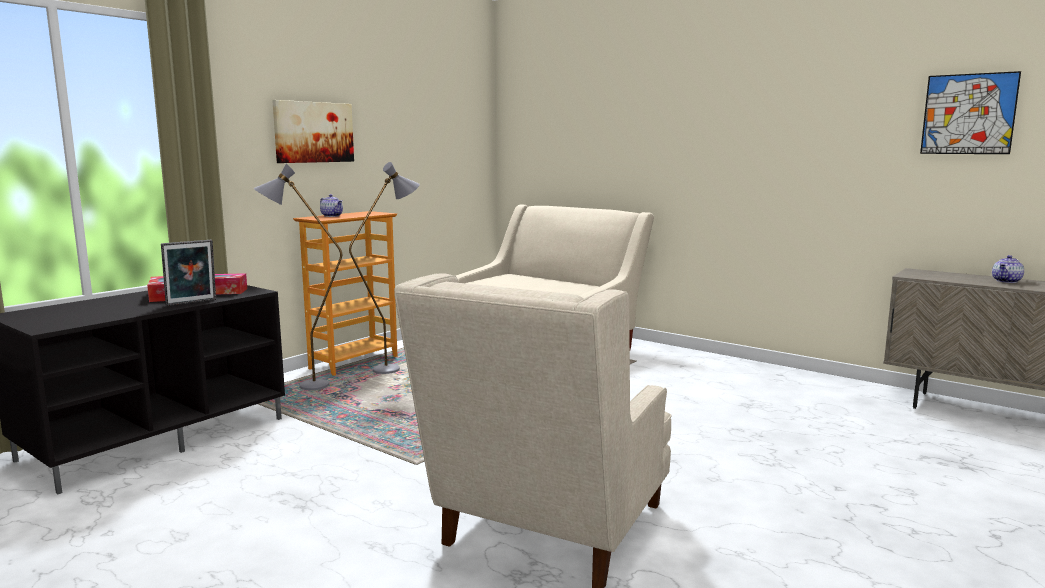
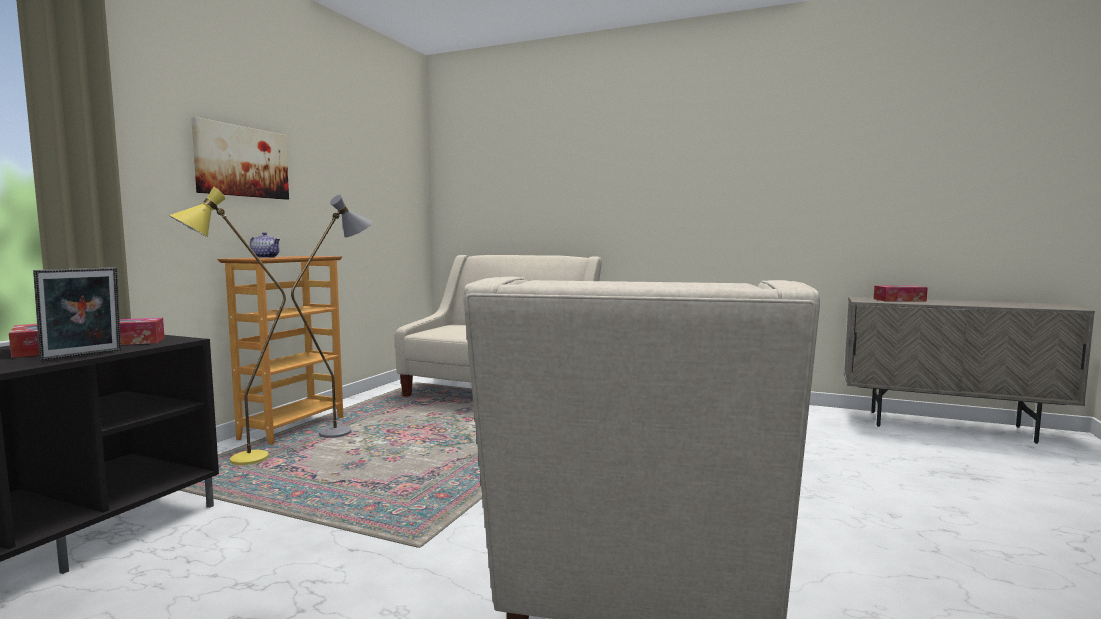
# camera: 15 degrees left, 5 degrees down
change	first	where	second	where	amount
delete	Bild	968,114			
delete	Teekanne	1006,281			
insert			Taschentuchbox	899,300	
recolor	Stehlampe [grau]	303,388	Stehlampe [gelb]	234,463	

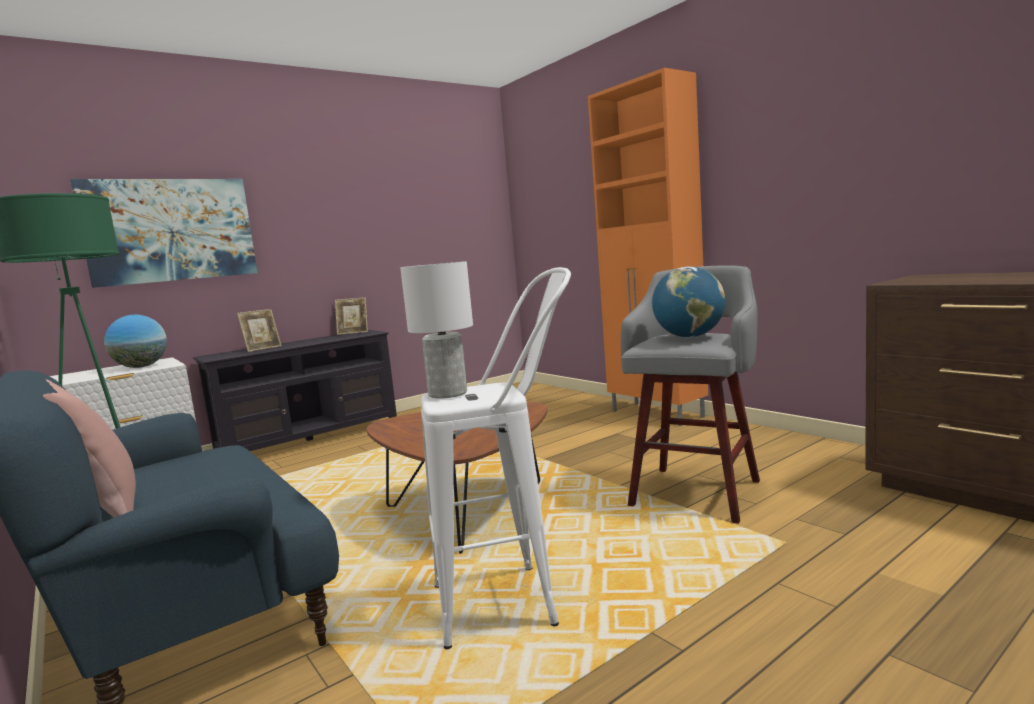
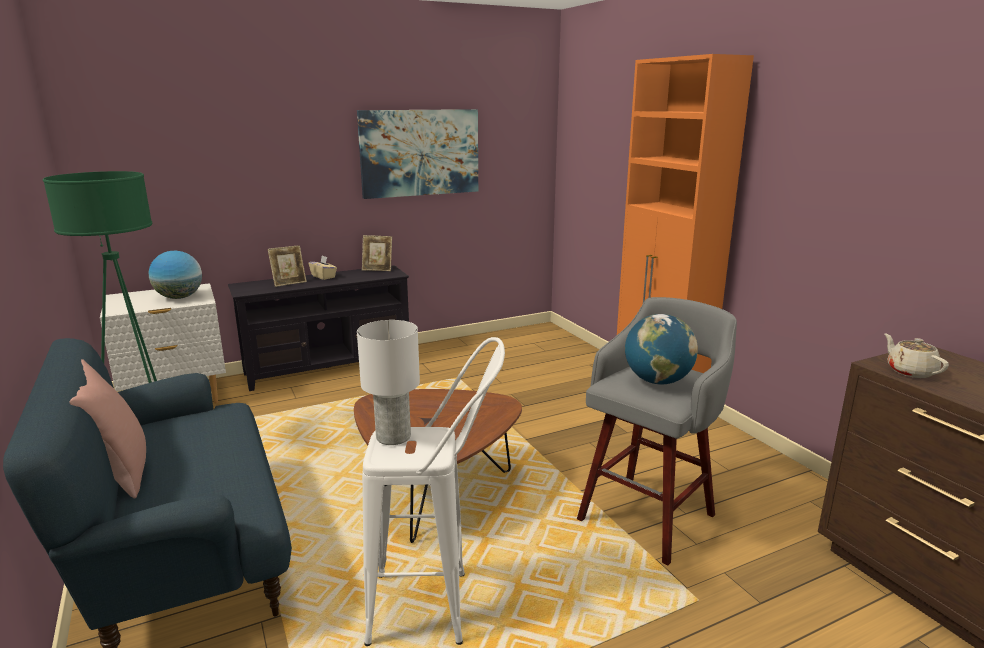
# camera: 10 degrees right, 10 degrees up
change	first	where	second	where	amount
insert			Taschentuchbox [beige]	323,277	
insert			Teekanne [beige]	910,371	
move	Bild	170,230		420,153	

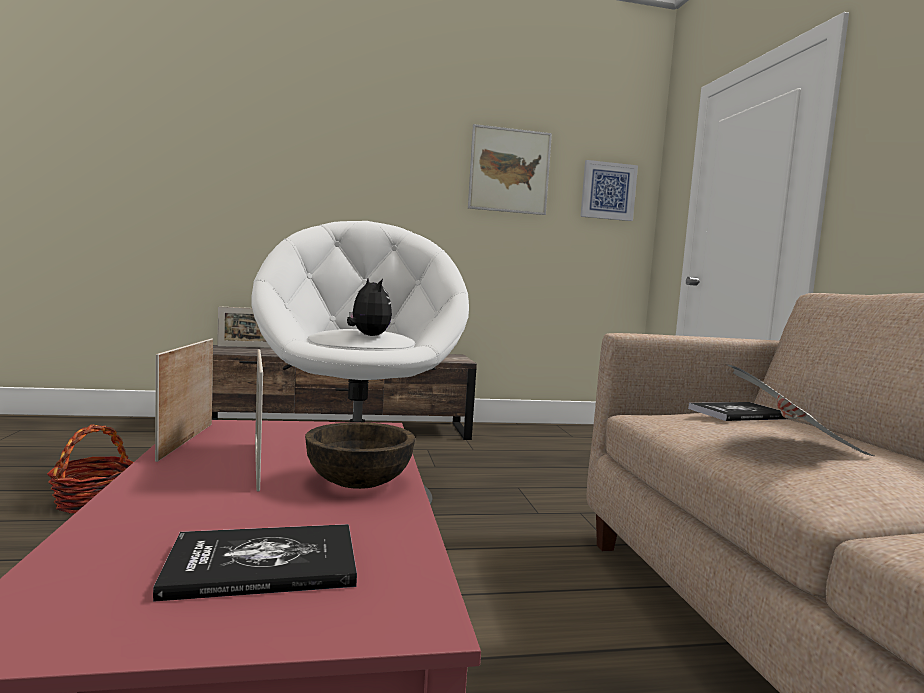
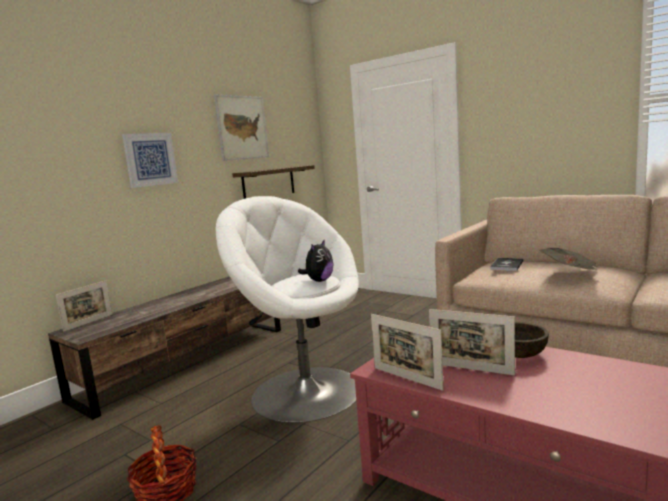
# camera: 40 degrees left, 5 degrees up
change	first	where	second	where	amount
delete	Buch	263,564			
insert			Wandregal	268,183	
move	Bild	608,191		150,159	
rotate	Plüschtier	368,336		319,281	105 degrees clockwise

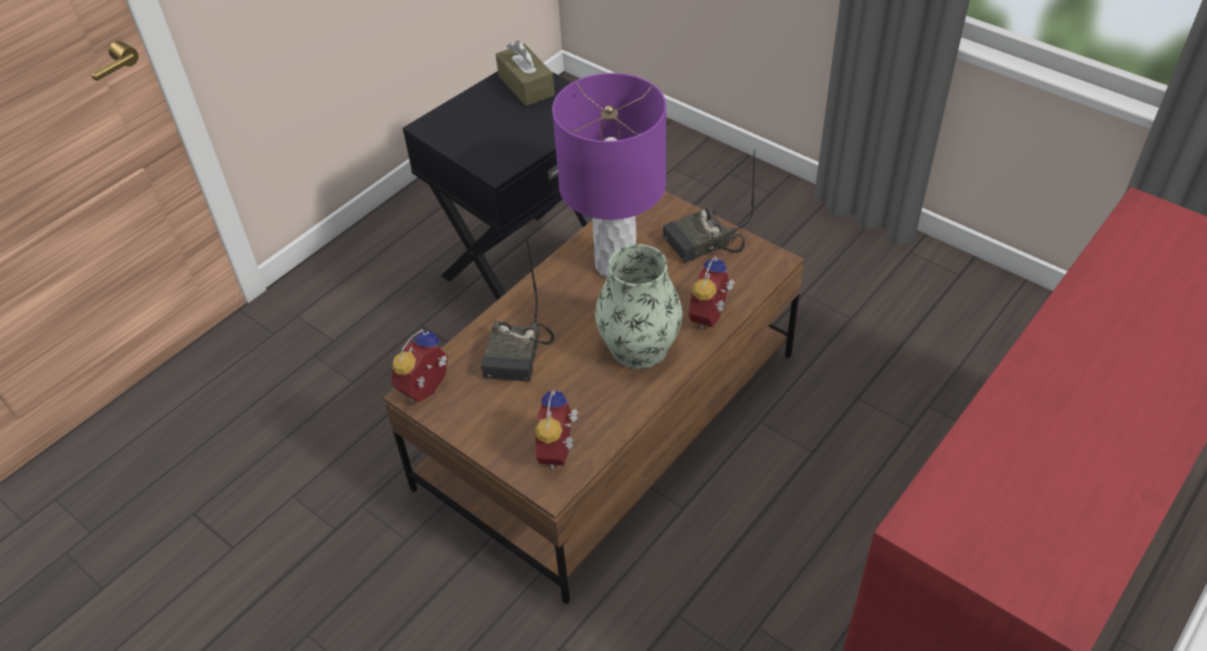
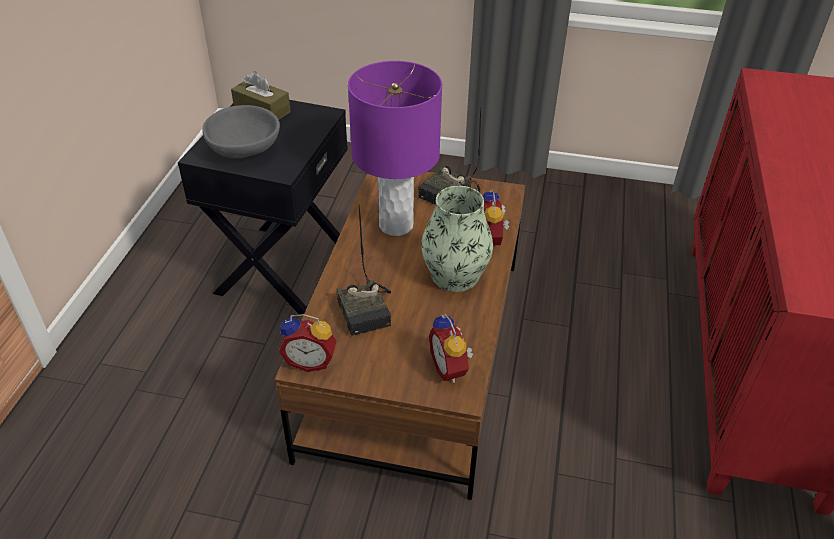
# camera: 30 degrees left, 5 degrees down
change	first	where	second	where	amount
insert			Schüssel [grau]	243,150	
rotate	Wecker	428,390		310,360	90 degrees counterclockwise

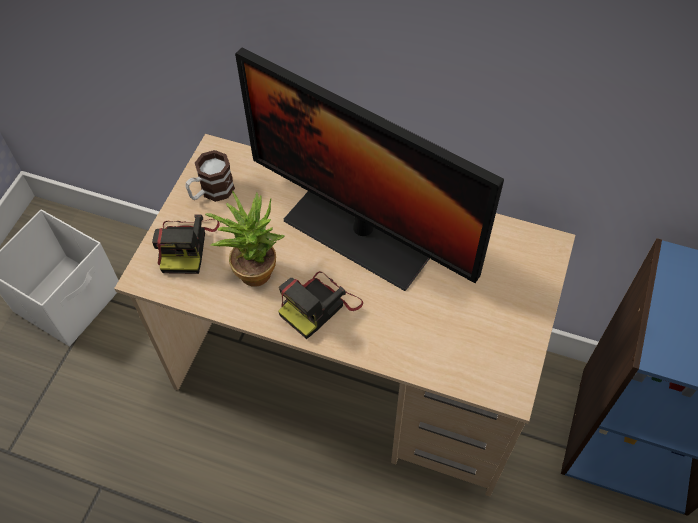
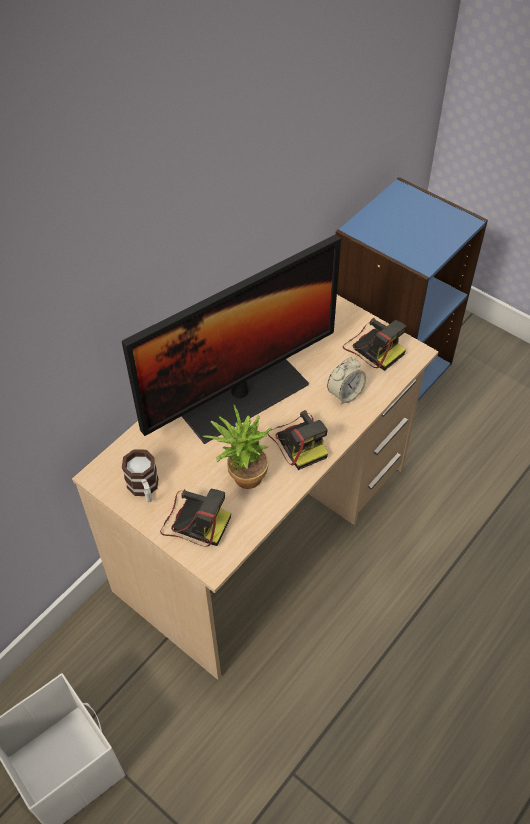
# camera: 70 degrees left, 5 degrees down
change	first	where	second	where	amount
insert			Wecker	345,394	
insert			Kamera	373,348	

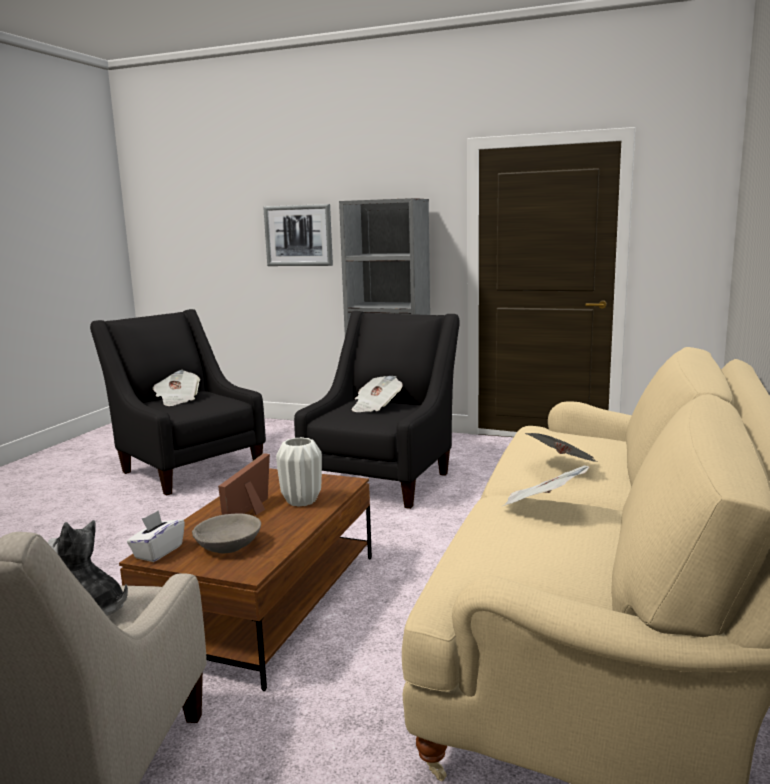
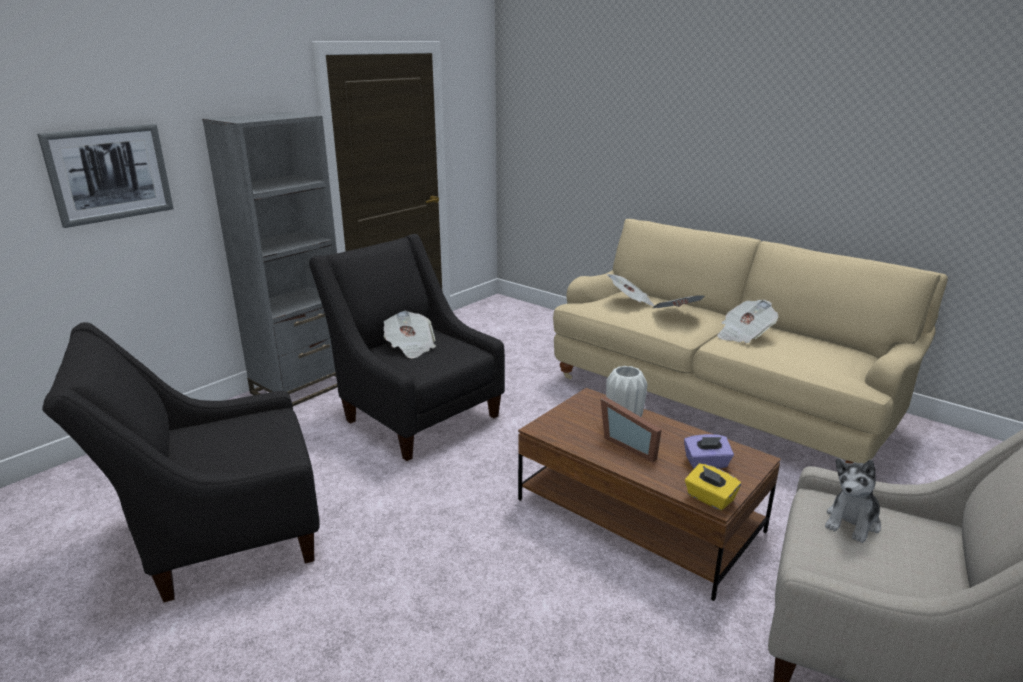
# camera: 70 degrees left, 10 degrees up
change	first	where	second	where	amount
move	Zeitung	177,400		630,302	
replace	Schüssel [grau]	228,545	Taschentuchbox [lila]	706,463	
recolor	Taschentuchbox [weiß]	158,552	Taschentuchbox [gelb]	709,498	

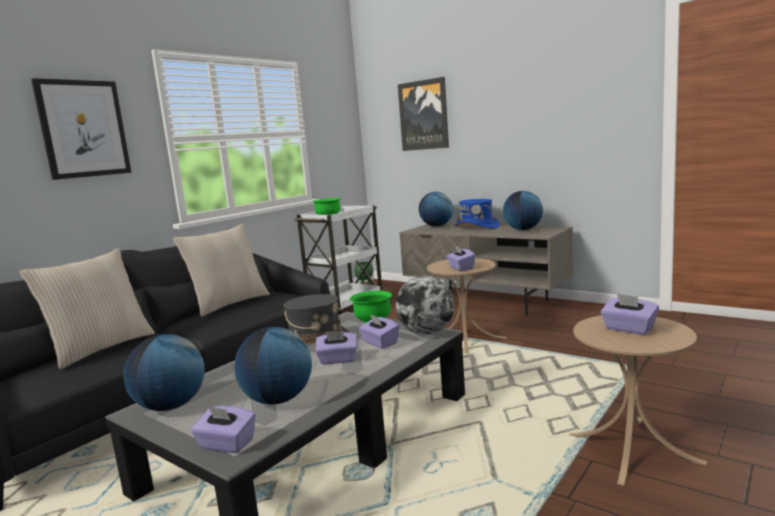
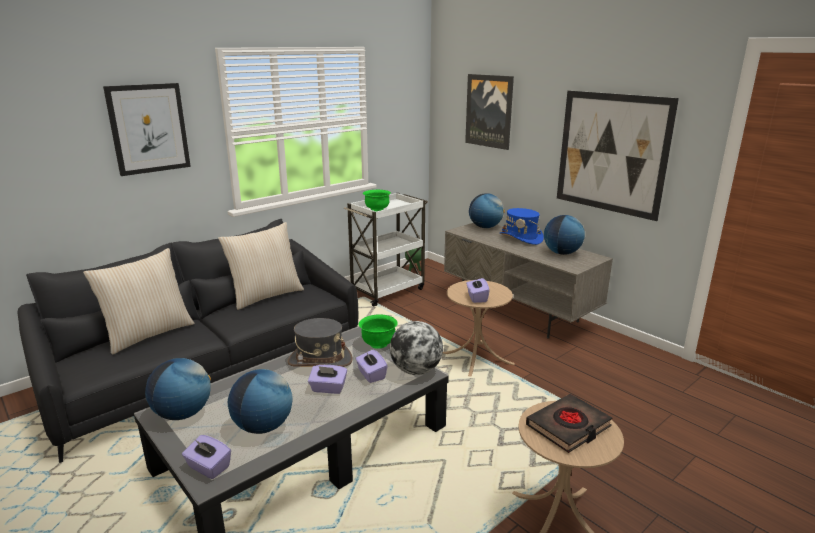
# camera: 10 degrees right, 10 degrees up
change	first	where	second	where	amount
insert			Bild	611,153	
replace	Taschentuchbox [lila]	628,329	Buch [schwarz]	568,427	

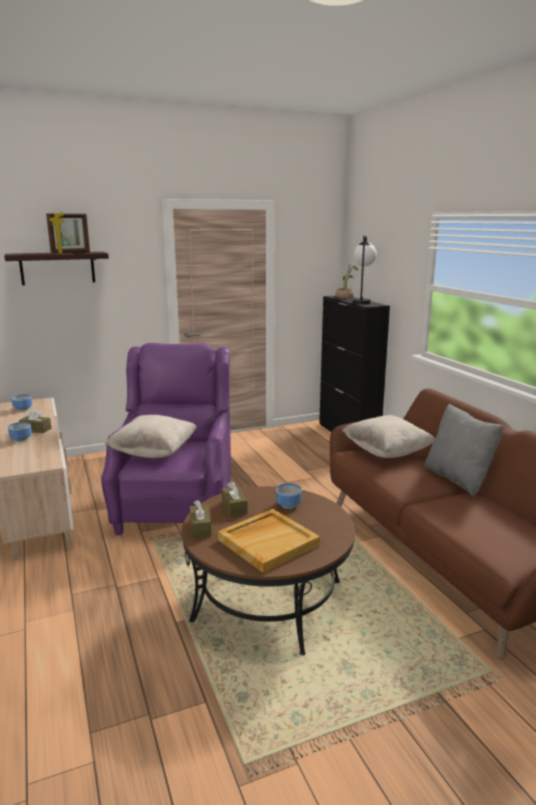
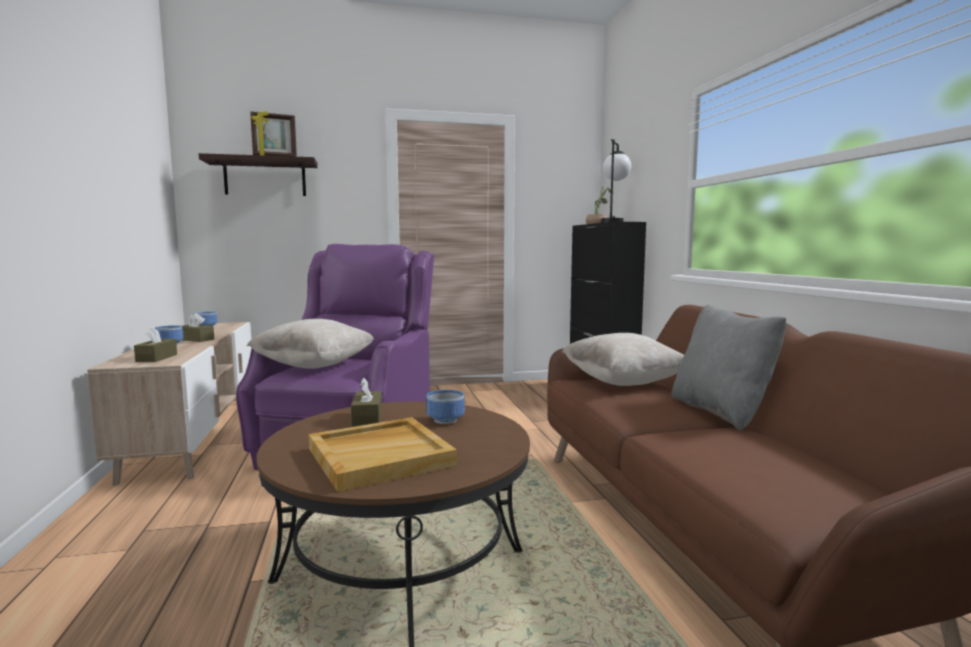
# camera: 10 degrees right, 10 degrees down
change	first	where	second	where	amount
move	Taschentuchbox [braun]	200,527		156,358	

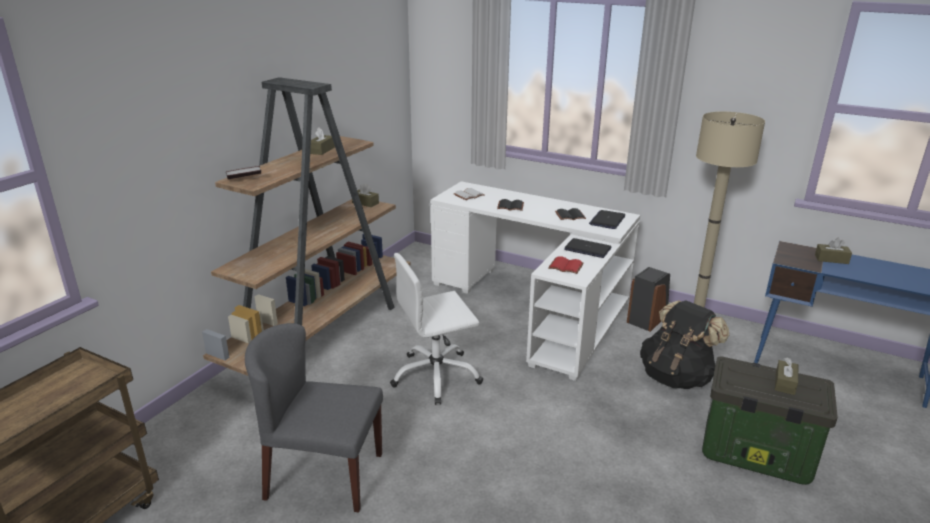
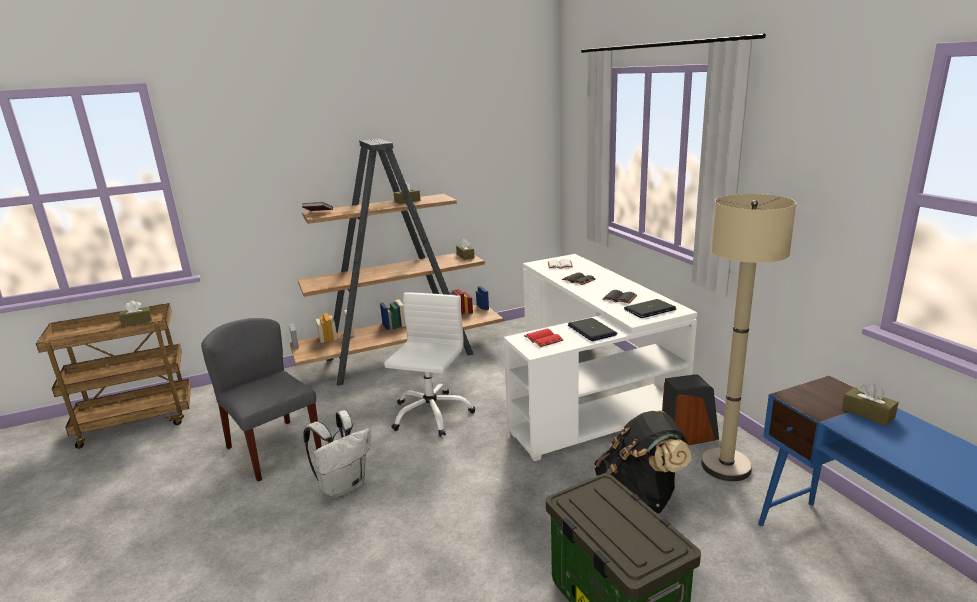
# camera: 40 degrees right, 5 degrees down
change	first	where	second	where	amount
insert			Rucksack [weiß]	343,485	
move	Taschentuchbox [braun]	785,383		137,321	
rotate	Bürostuhl [weiß]	436,376		431,414	90 degrees clockwise

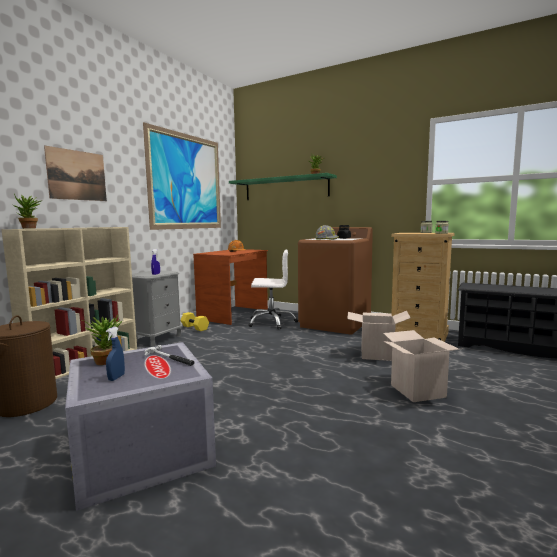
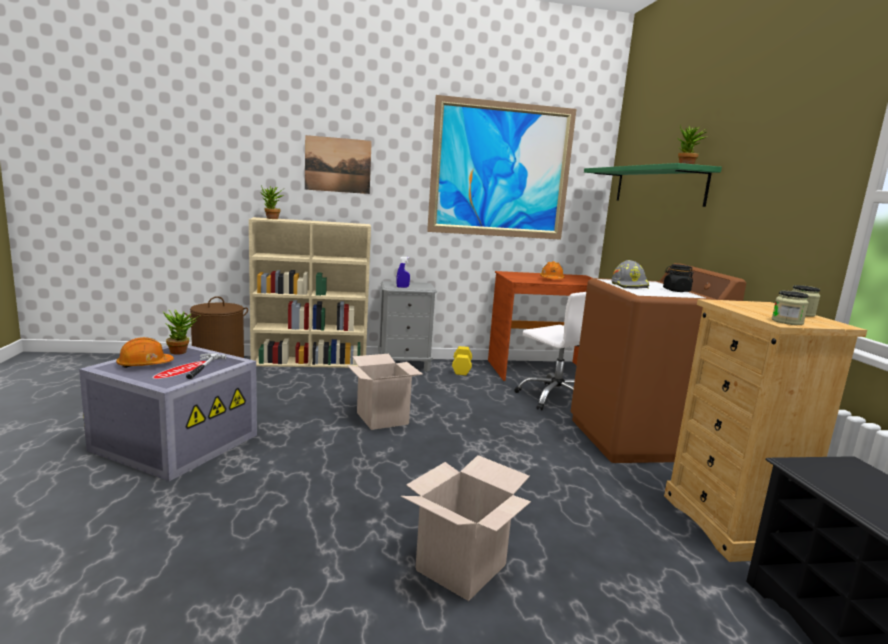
# camera: 50 degrees right, 5 degrees up
change	first	where	second	where	amount
move	Karton	377,354		382,418	
replace	Sprühflasche [blau]	116,377	Schutzhelm [orange]	144,365	

